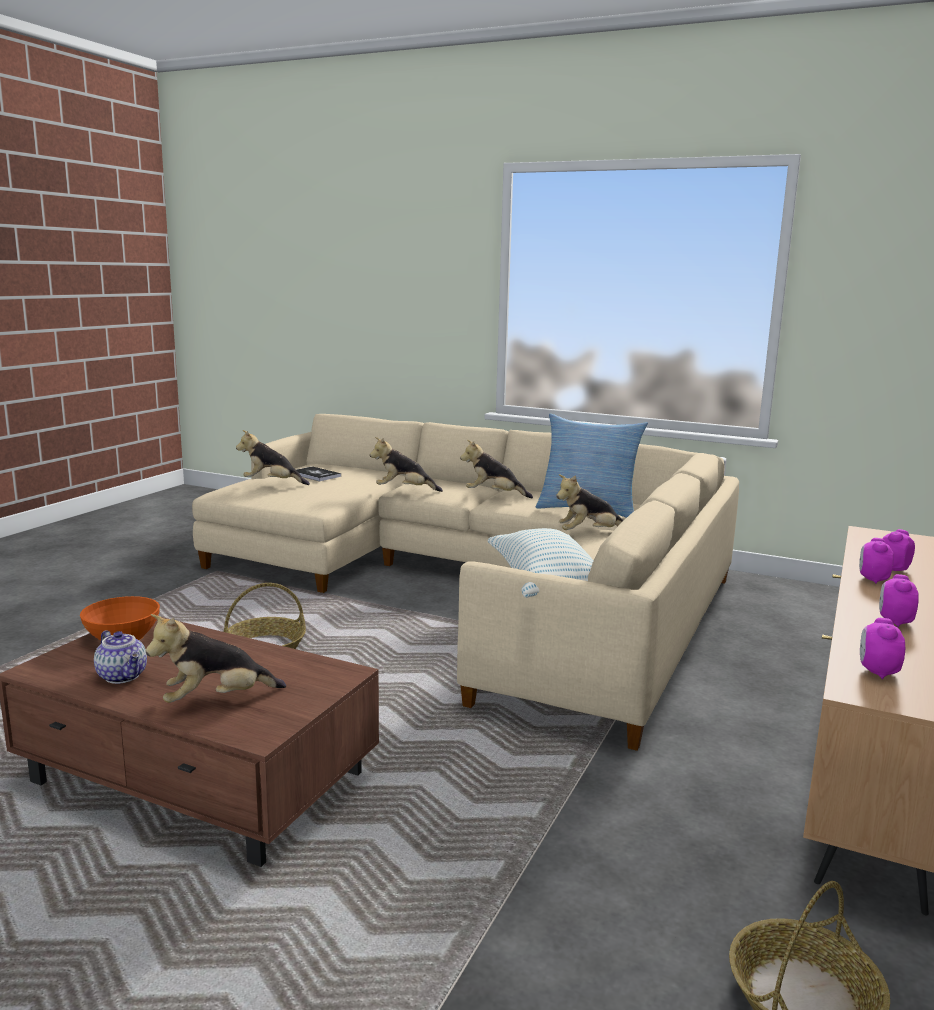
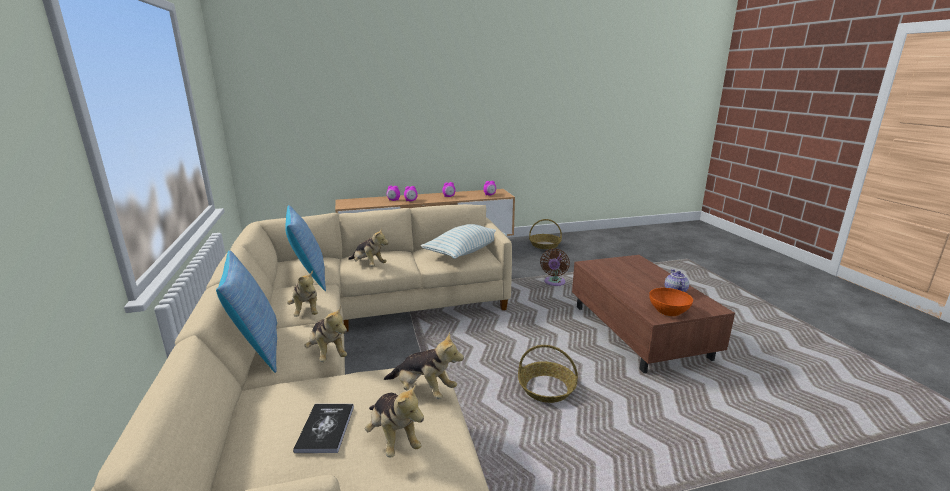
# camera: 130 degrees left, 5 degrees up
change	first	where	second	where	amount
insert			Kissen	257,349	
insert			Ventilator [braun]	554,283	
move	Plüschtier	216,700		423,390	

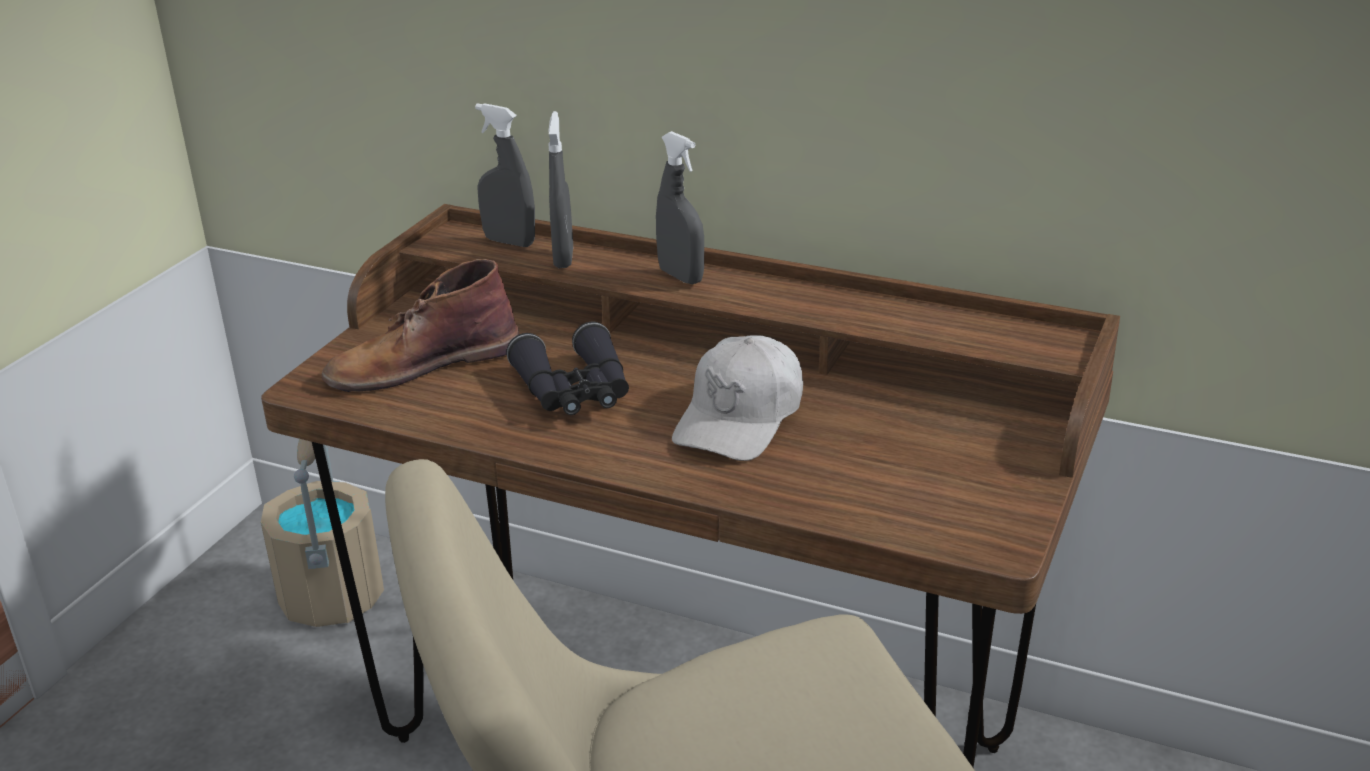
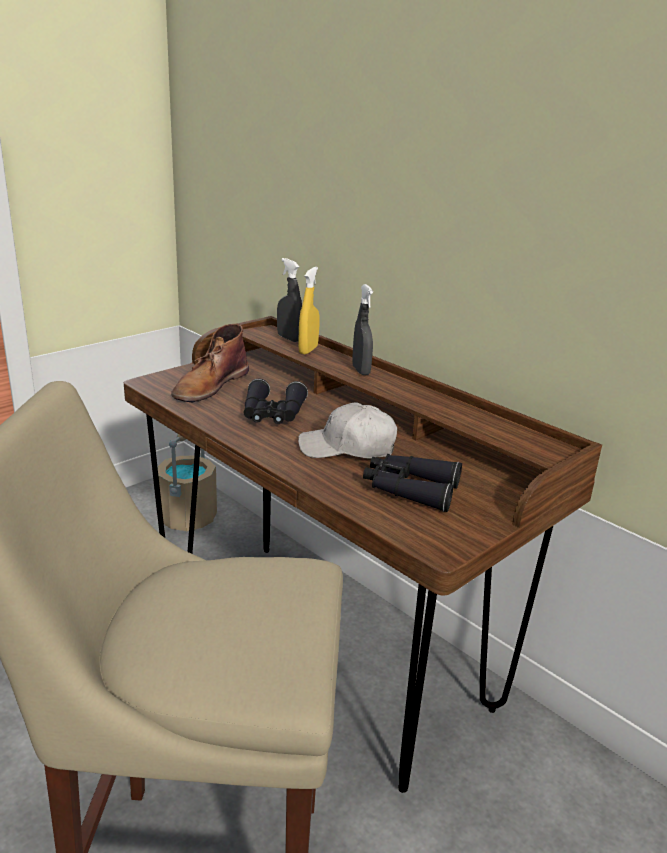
# camera: 20 degrees right, 5 degrees down
change	first	where	second	where	amount
insert			Fernglas [schwarz]	409,489	
recolor	Sprühflasche [grau]	563,258	Sprühflasche [gelb]	308,350	
rotate	Stiefel [braun]	421,363		210,385	60 degrees counterclockwise
rotate	Kappe [weiß]	740,418		348,448	45 degrees clockwise

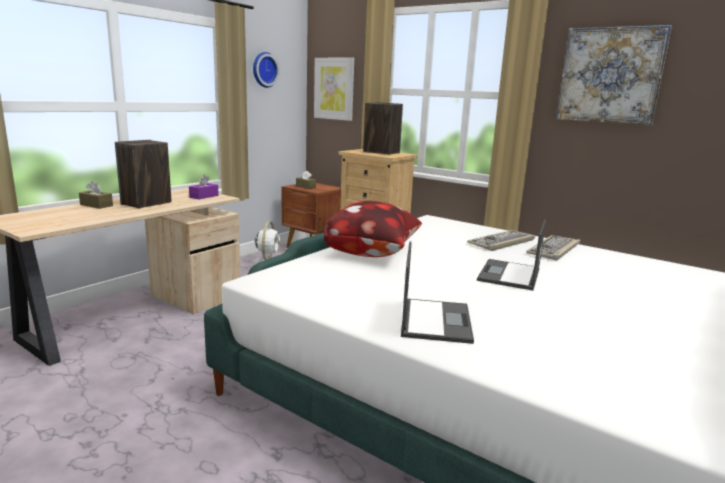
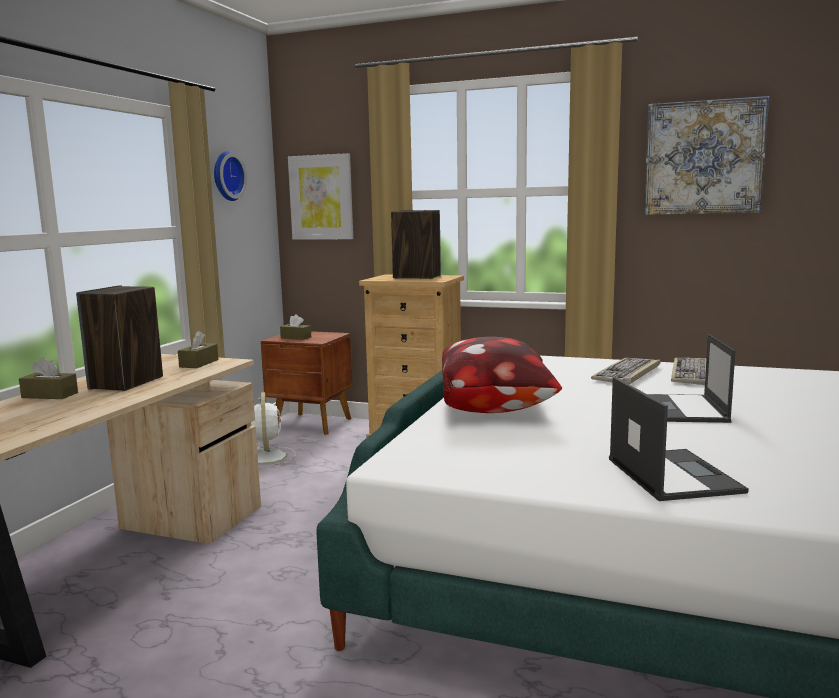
# camera: 15 degrees left, 5 degrees down
change	first	where	second	where	amount
recolor	Taschentuchbox [lila]	204,196	Taschentuchbox [braun]	199,363	

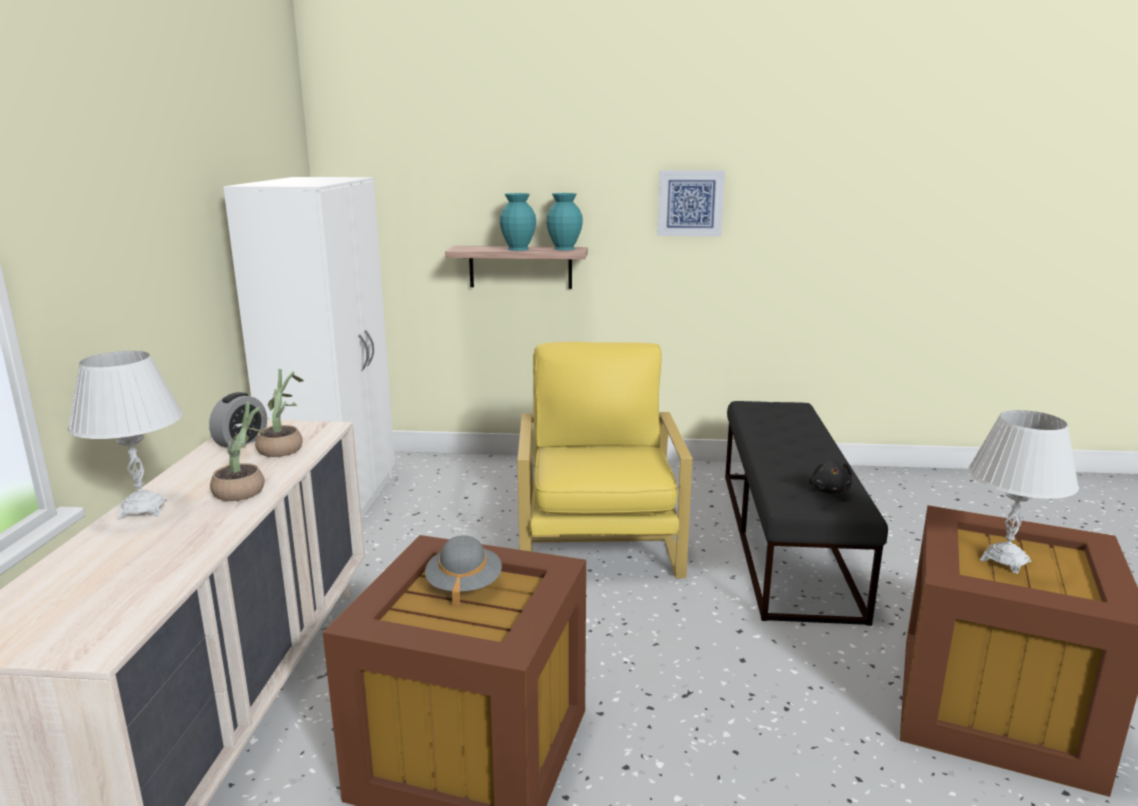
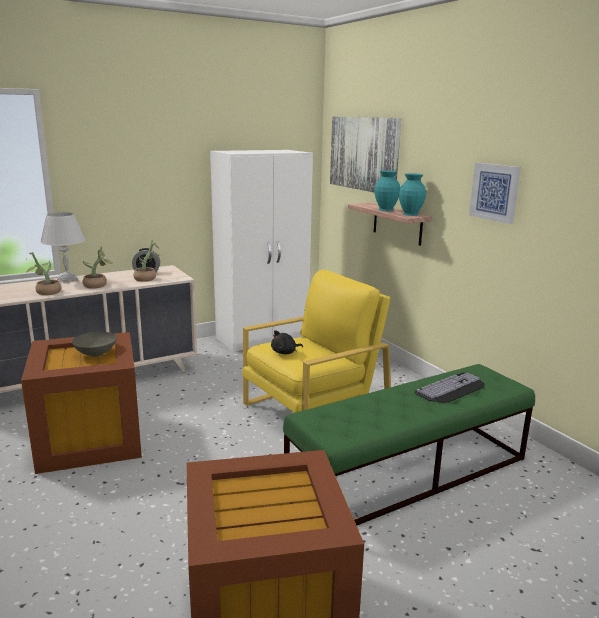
# camera: 55 degrees right, 0 degrees up
change	first	where	second	where	amount
delete	Tischlampe [weiß]	1005,561			
insert			Topfpflanze	45,292	
insert			Bild	364,154	
insert			Tastatur	452,389	
move	Plüschtier [schwarz]	829,490		285,352	
replace	Hut [grau]	464,585	Schüssel [grau]	95,354	
recolor	Bank [schwarz]	786,539	Bank [grün]	409,474	

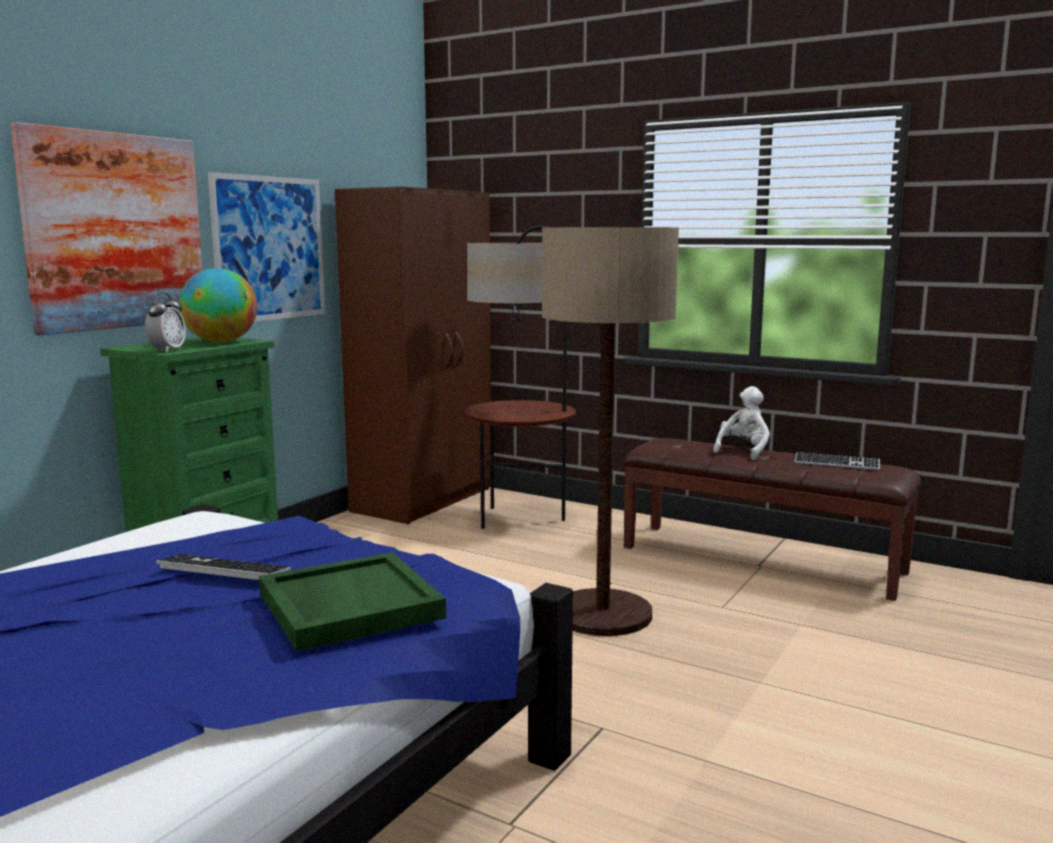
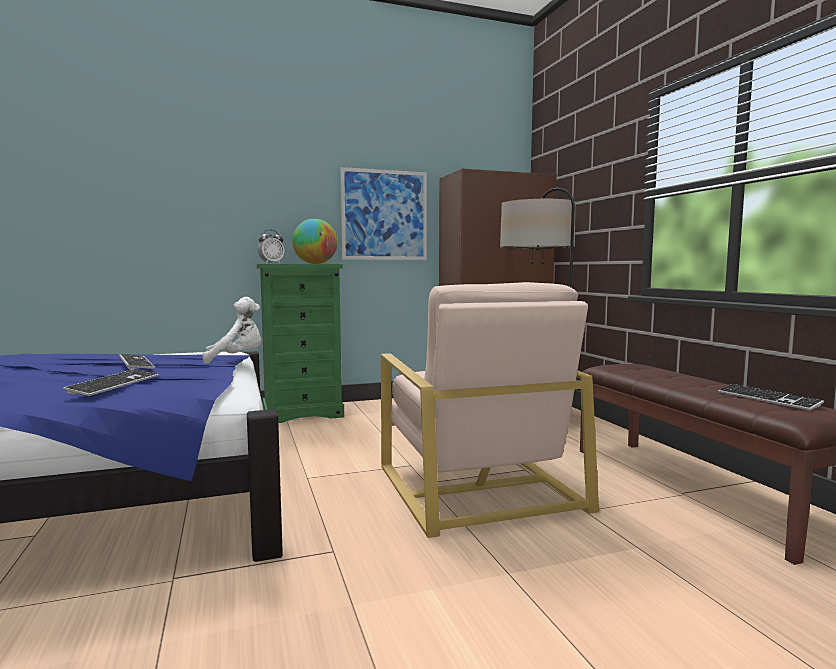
# camera: 40 degrees right, 5 degrees down
change	first	where	second	where	amount
delete	Bild	115,231			
move	Plüschtier [weiß]	743,451		236,359	
replace	Tablett [grün]	348,606	Tastatur	115,384	
replace	Stehlampe	602,614	Sessel [beige]	477,486	

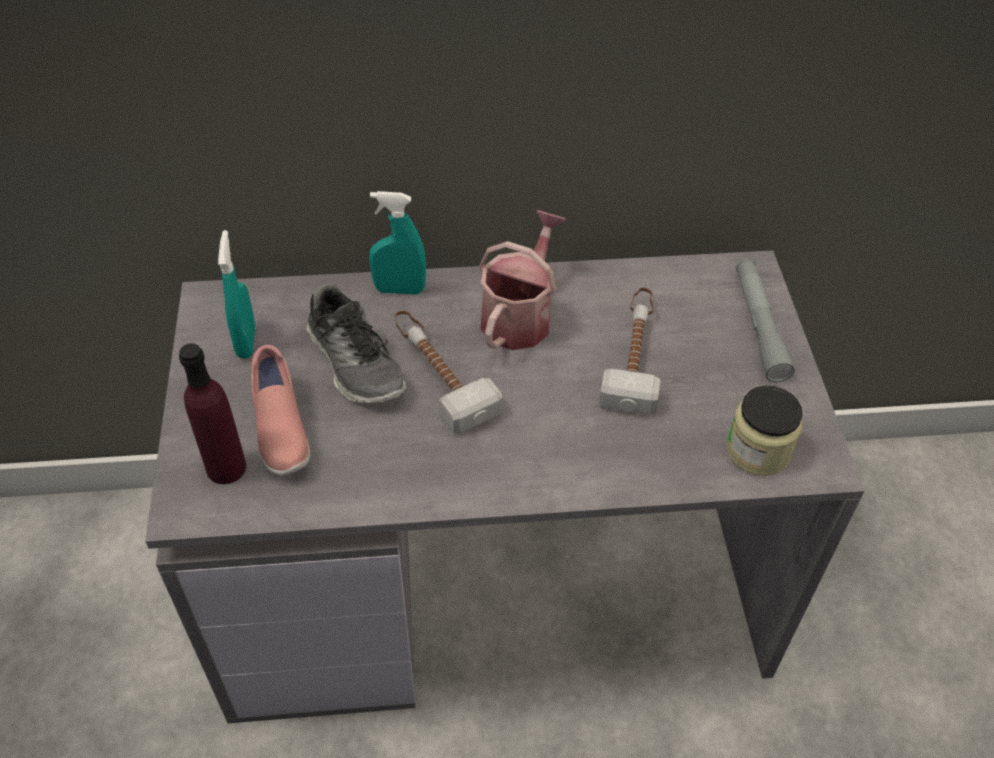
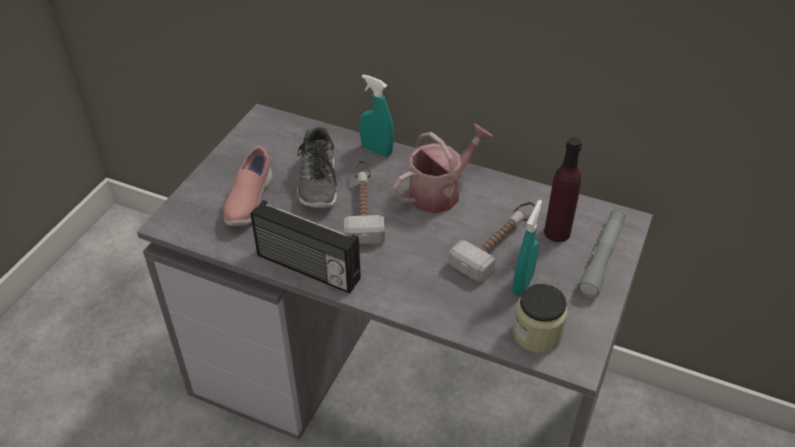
# camera: 30 degrees right, 5 degrees down
change	first	where	second	where	amount
insert			Radio	307,269	
move	Flasche [lila]	226,468		557,232	
move	Sprühflasche [türkis]	246,342		523,284	

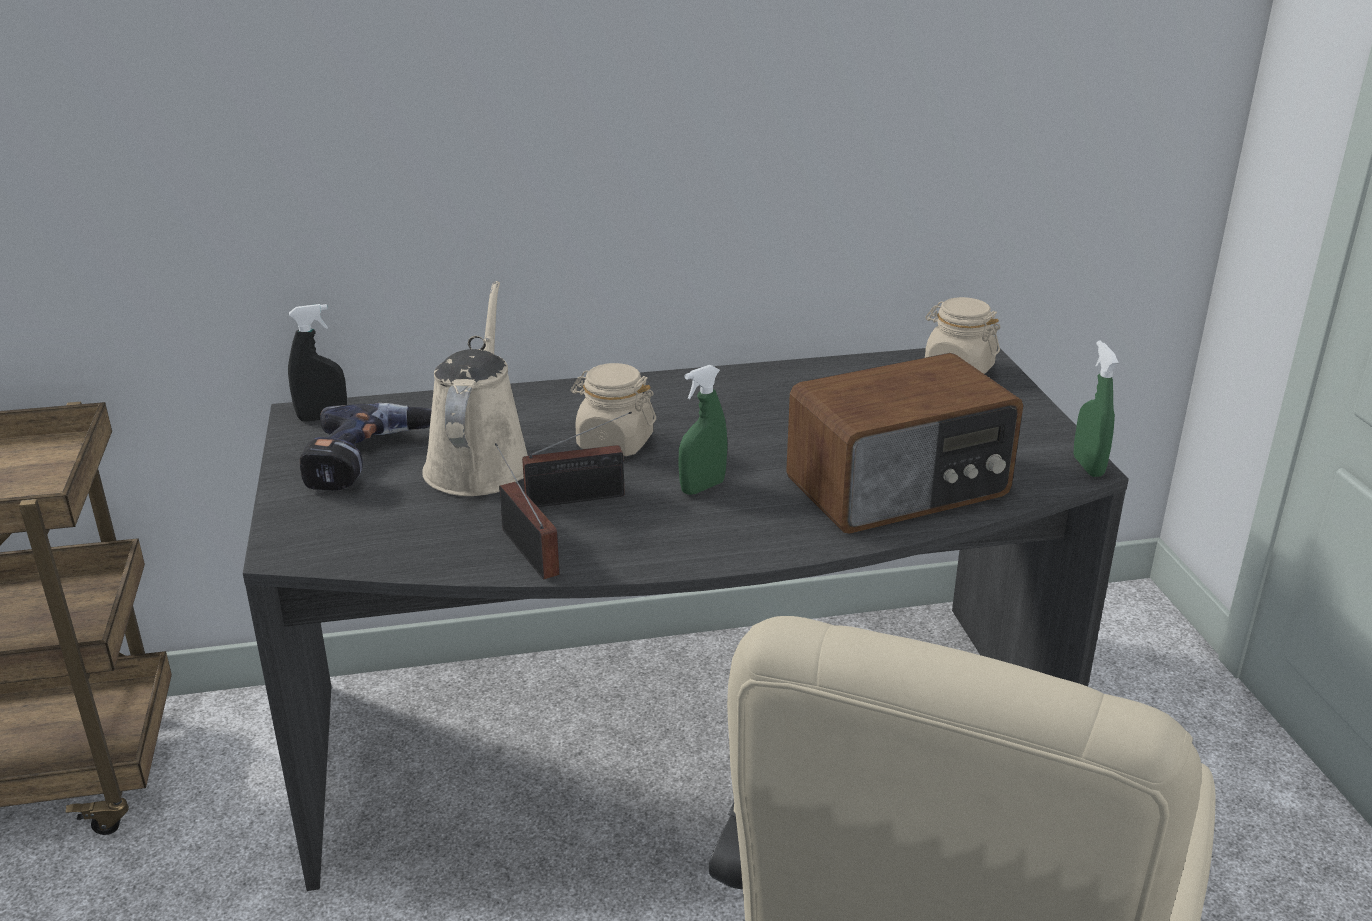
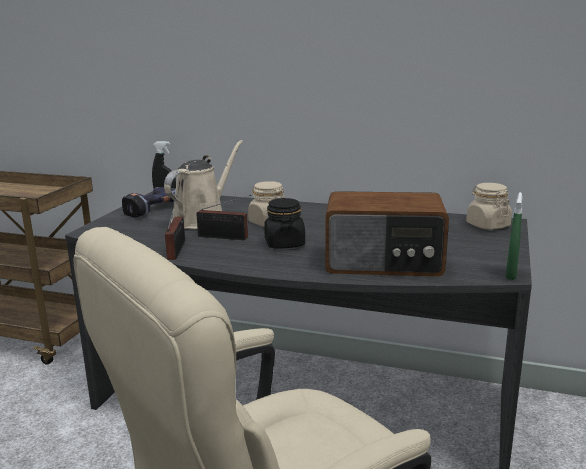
# camera: 30 degrees right, 10 degrees down
change	first	where	second	where	amount
replace	Sprühflasche [grün]	702,487	Vorratsglas [schwarz]	285,244	

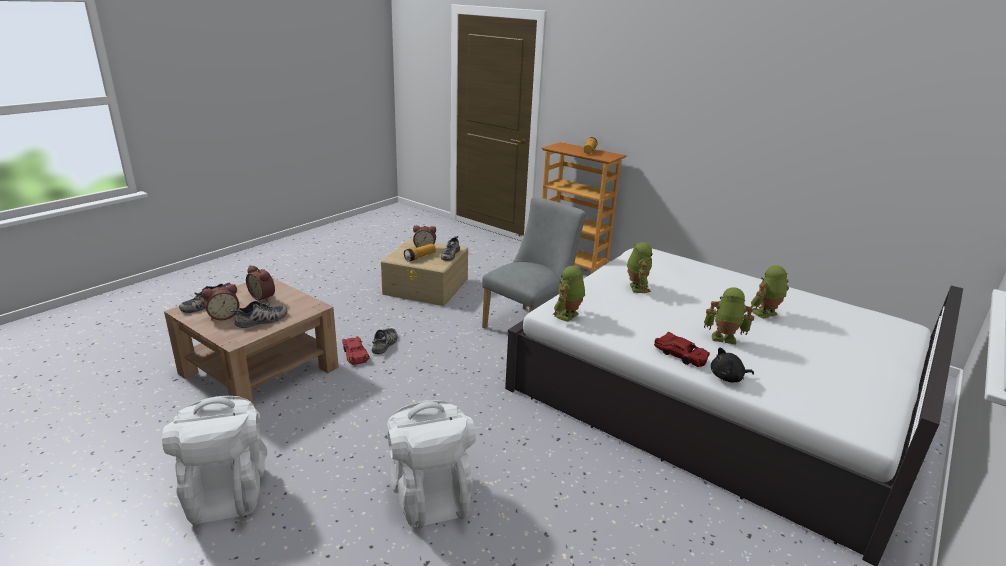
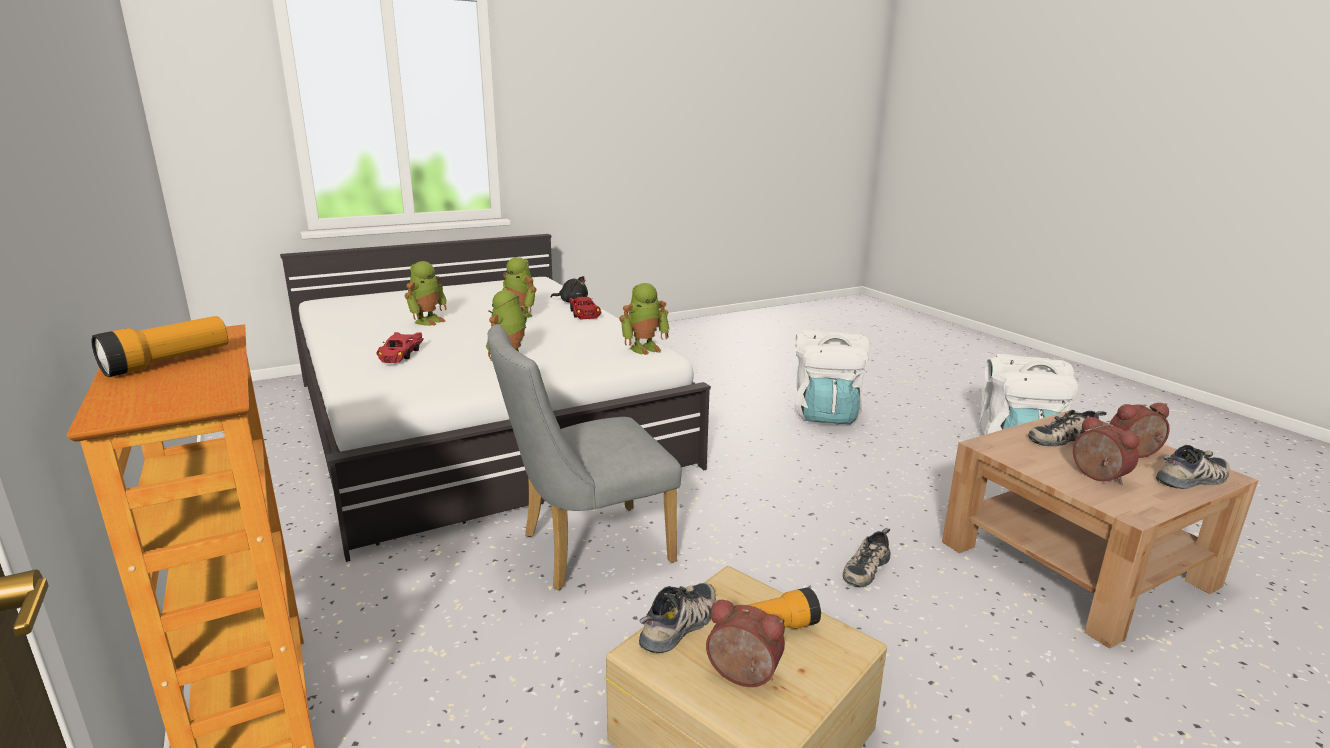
# camera: 155 degrees left, 5 degrees down
change	first	where	second	where	amount
move	Spielzeugauto [rot]	355,354		400,354	
rotate	Spielzeugroboter	765,314		428,321	60 degrees counterclockwise

